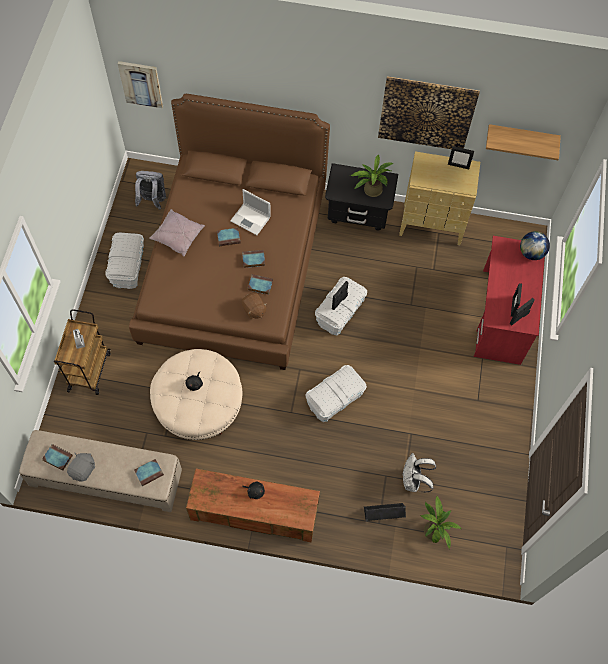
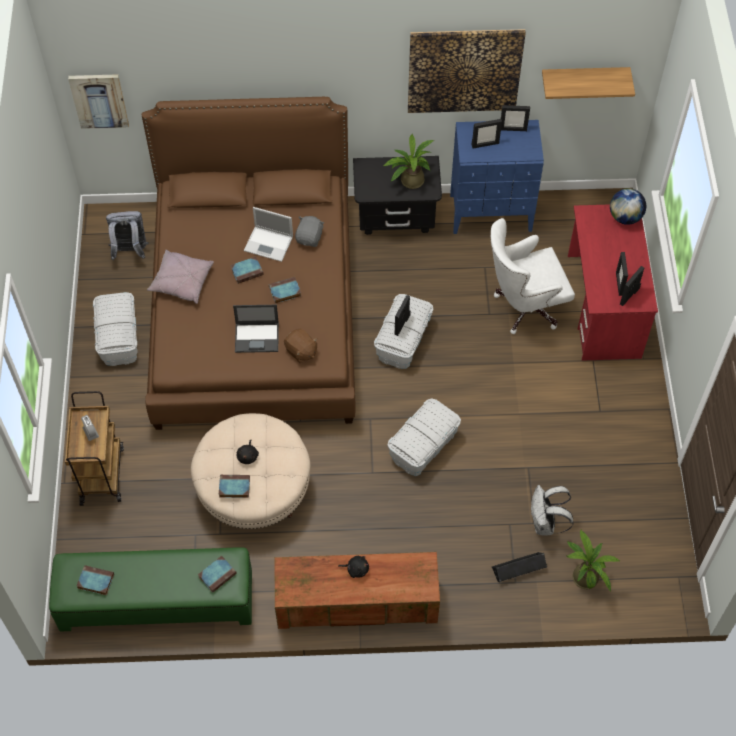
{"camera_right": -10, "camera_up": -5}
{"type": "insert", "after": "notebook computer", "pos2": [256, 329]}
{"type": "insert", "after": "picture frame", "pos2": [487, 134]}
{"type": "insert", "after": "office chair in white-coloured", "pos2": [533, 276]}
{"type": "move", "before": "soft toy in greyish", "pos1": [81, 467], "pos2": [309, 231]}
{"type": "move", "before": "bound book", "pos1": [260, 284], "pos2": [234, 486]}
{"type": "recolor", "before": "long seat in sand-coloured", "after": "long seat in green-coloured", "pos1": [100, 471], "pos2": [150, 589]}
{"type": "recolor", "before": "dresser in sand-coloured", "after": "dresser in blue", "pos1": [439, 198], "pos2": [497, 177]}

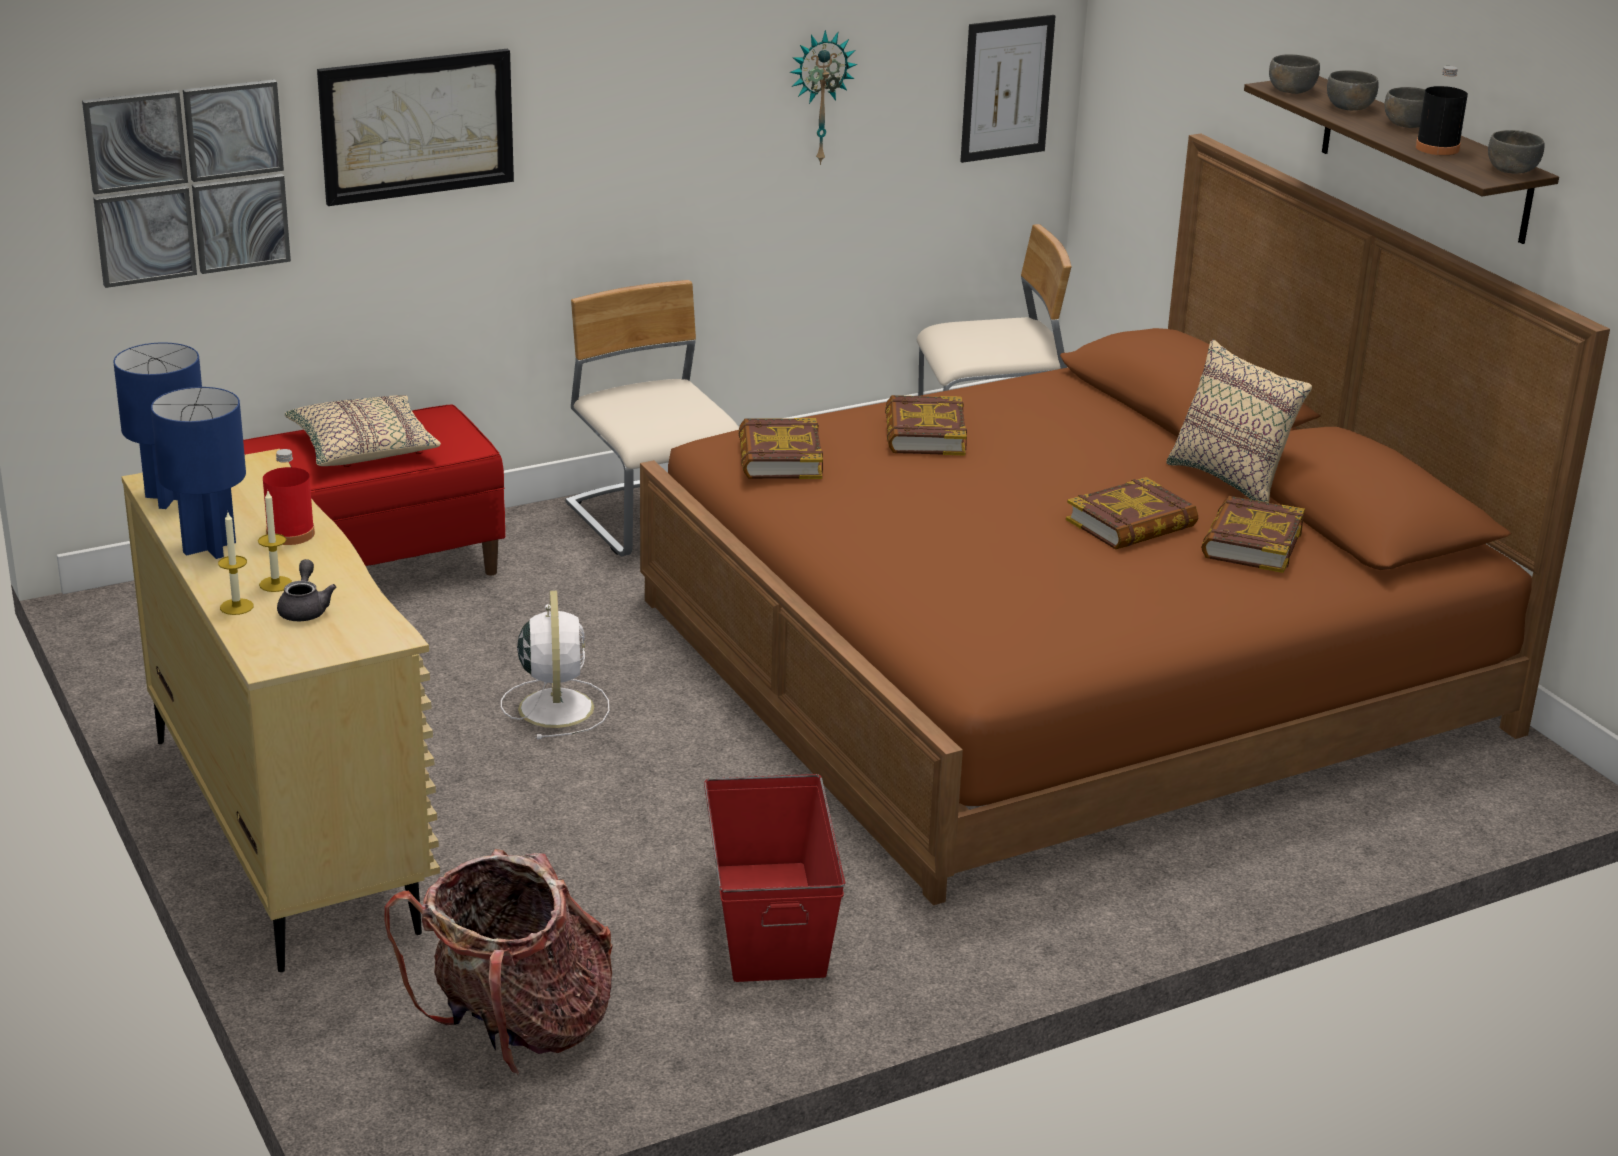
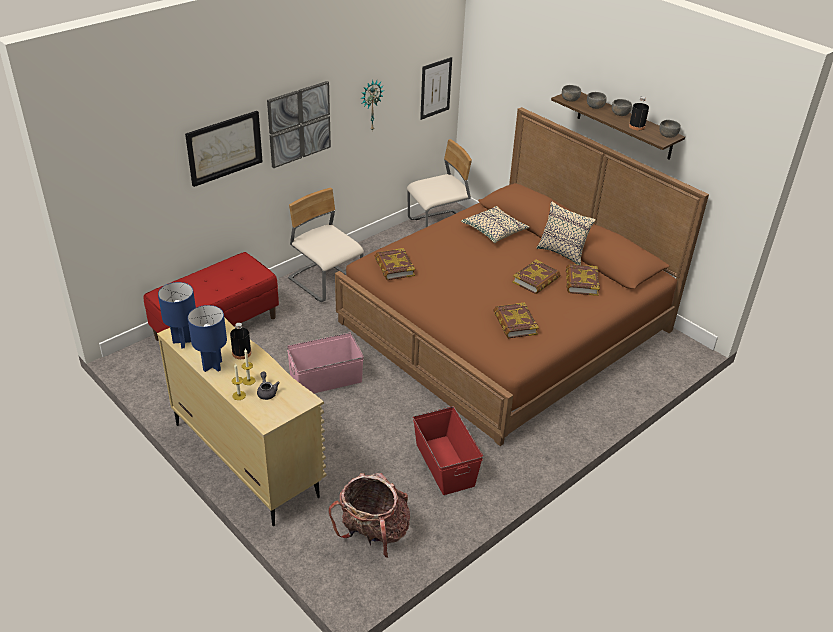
{"camera_right": -15, "camera_up": 10}
{"type": "move", "before": "wall art", "pos1": [186, 183], "pos2": [299, 124]}
{"type": "move", "before": "pillow in sand-coloured", "pos1": [363, 430], "pos2": [495, 224]}
{"type": "move", "before": "bound book", "pos1": [926, 425], "pos2": [516, 320]}
{"type": "replace", "before": "fan in white-coloured", "after": "storage bin in pinkish", "pos1": [555, 665], "pos2": [325, 363]}
{"type": "recolor", "before": "drink bottle in red", "after": "drink bottle in blackish", "pos1": [289, 497], "pos2": [241, 341]}

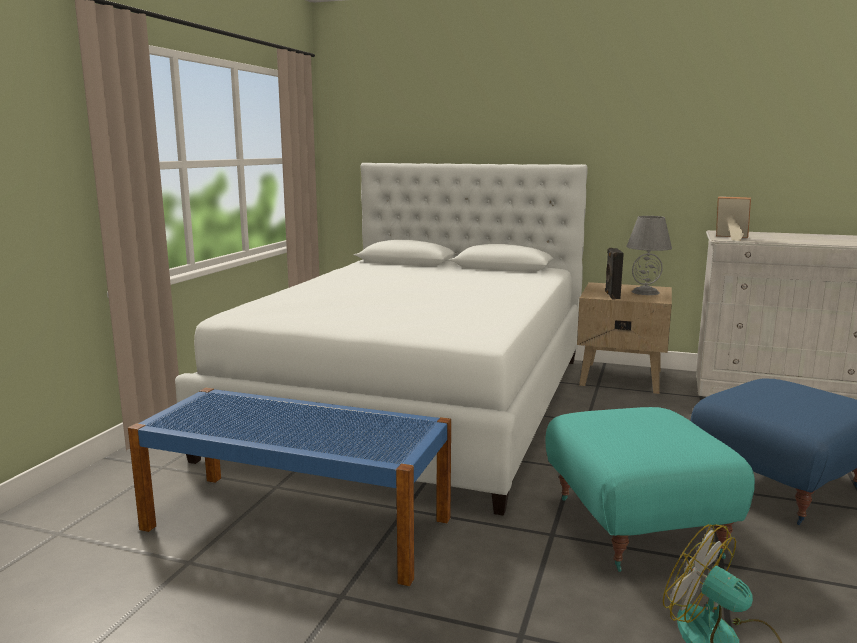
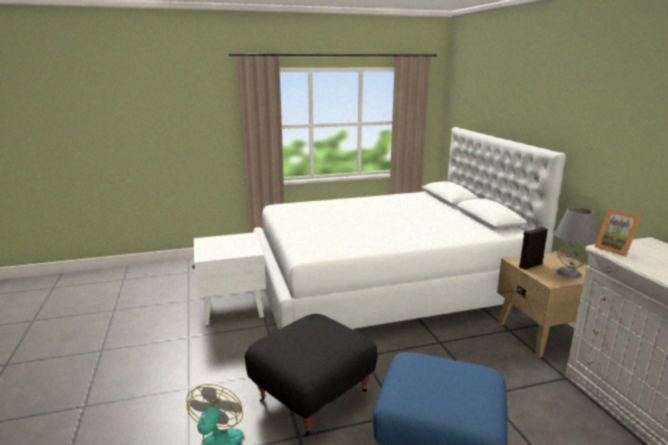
{"camera_right": 55, "camera_up": 5}
{"type": "replace", "before": "long seat in blue", "after": "bedside table in white-coloured", "pos1": [289, 487], "pos2": [229, 279]}
{"type": "recolor", "before": "ottoman in blue-green", "after": "ottoman in blackish", "pos1": [650, 489], "pos2": [311, 375]}
{"type": "rotate", "before": "picture frame", "pos1": [733, 218], "pos2": [618, 232], "turn": 150}

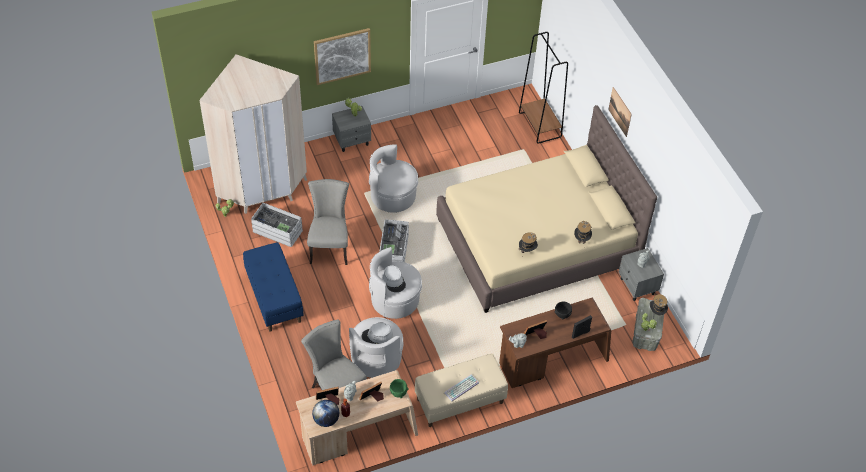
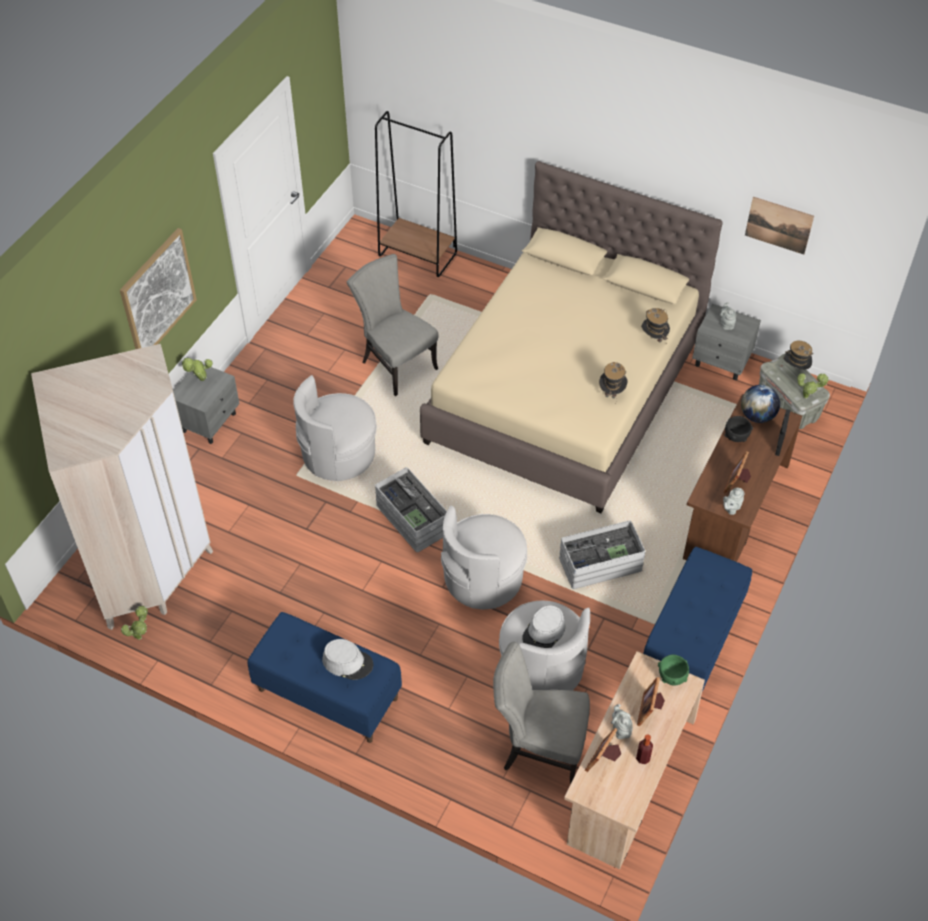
{"camera_right": -40, "camera_up": 0}
{"type": "delete", "before": "keyboard", "pos1": [461, 387]}
{"type": "move", "before": "storage bin in greyish", "pos1": [277, 225], "pos2": [602, 554]}
{"type": "move", "before": "chair in greyish", "pos1": [328, 222], "pos2": [393, 325]}
{"type": "move", "before": "desk globe", "pos1": [325, 413], "pos2": [760, 404]}
{"type": "move", "before": "wearable hat in greyish", "pos1": [394, 278], "pos2": [348, 659]}
{"type": "move", "before": "wall art", "pos1": [620, 112], "pos2": [779, 226]}
{"type": "recolor", "before": "long seat in sand-coloured", "after": "long seat in blue", "pos1": [461, 390], "pos2": [697, 619]}

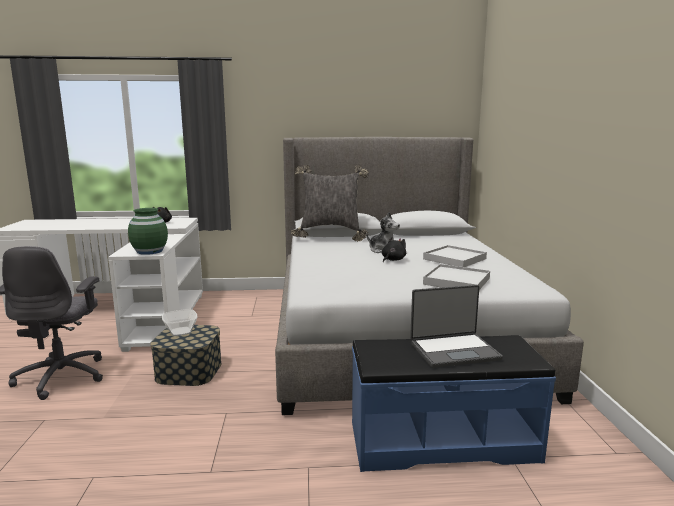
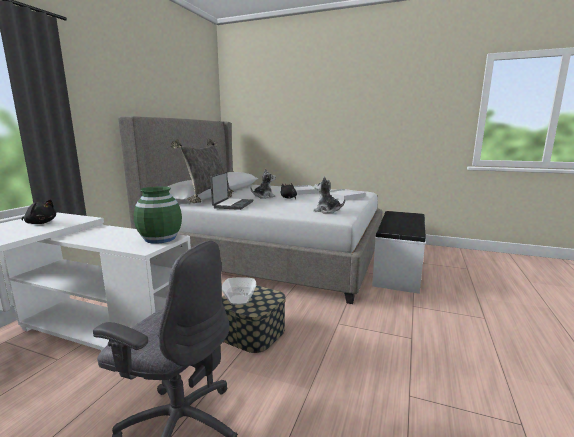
{"camera_right": -65, "camera_up": 0}
{"type": "insert", "after": "soft toy", "pos2": [329, 195]}
{"type": "move", "before": "notebook computer", "pos1": [456, 326], "pos2": [232, 191]}
{"type": "recolor", "before": "long seat in blue", "after": "long seat in white-coloured", "pos1": [454, 403], "pos2": [399, 252]}

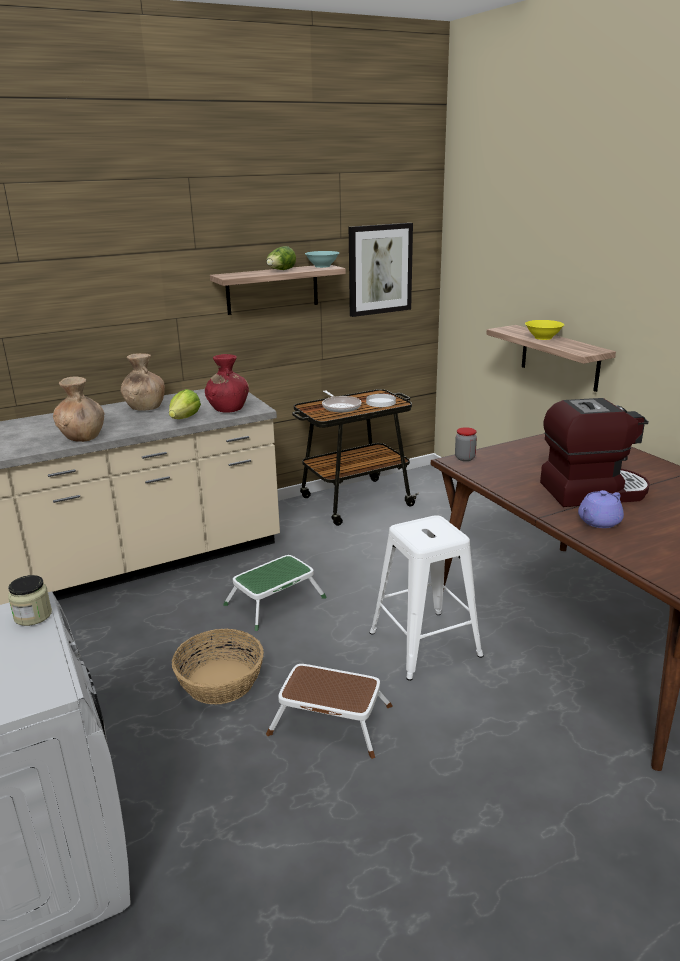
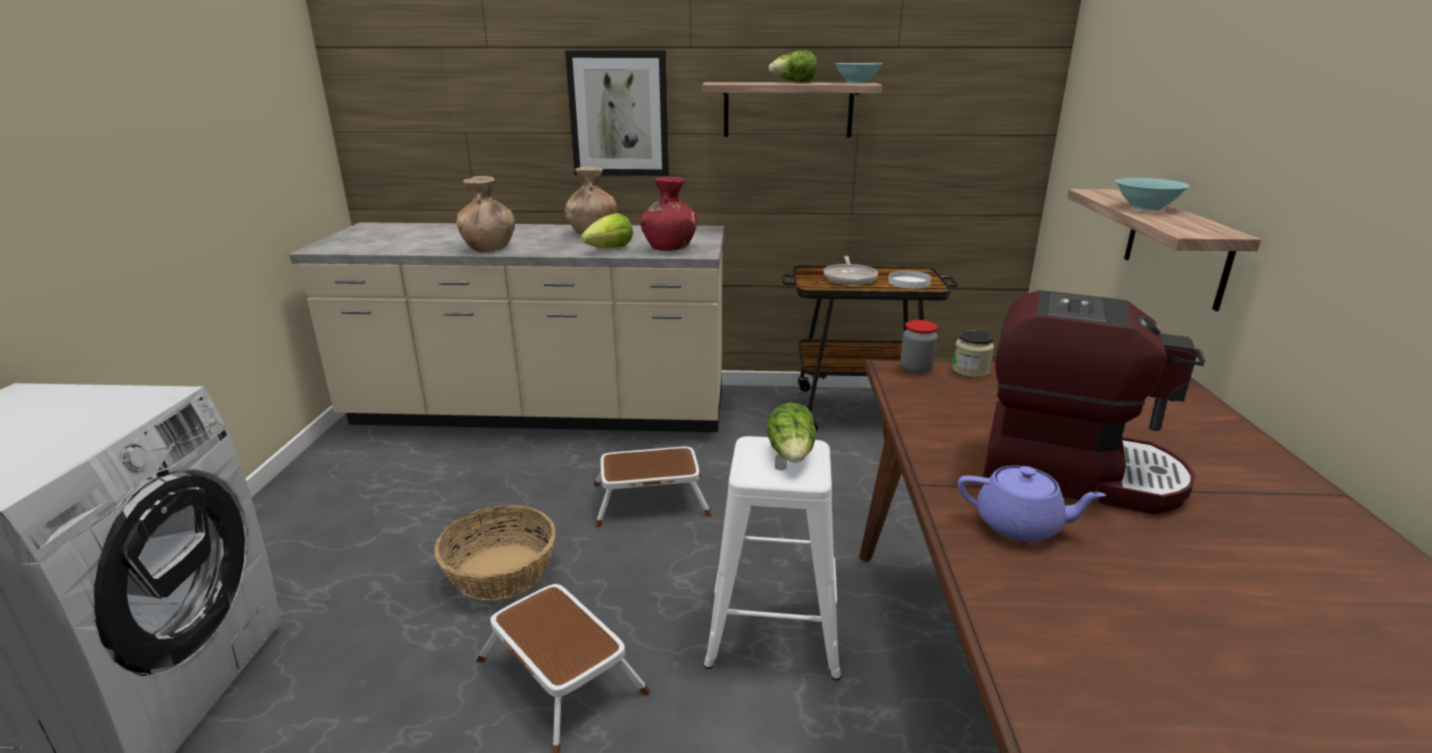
{"camera_right": 30, "camera_up": 0}
{"type": "insert", "after": "lettuce", "pos2": [791, 433]}
{"type": "move", "before": "storage jar", "pos1": [30, 600], "pos2": [973, 354]}
{"type": "move", "before": "wall art", "pos1": [381, 270], "pos2": [617, 113]}
{"type": "recolor", "before": "stepladder in green-coloured", "after": "stepladder in brown-coloured", "pos1": [274, 593], "pos2": [652, 487]}
{"type": "recolor", "before": "deep dish in yellow", "after": "deep dish in blue-green", "pos1": [545, 330], "pos2": [1153, 194]}
{"type": "rotate", "before": "tea pot in purple", "pos1": [601, 509], "pos2": [1032, 503], "turn": -150}

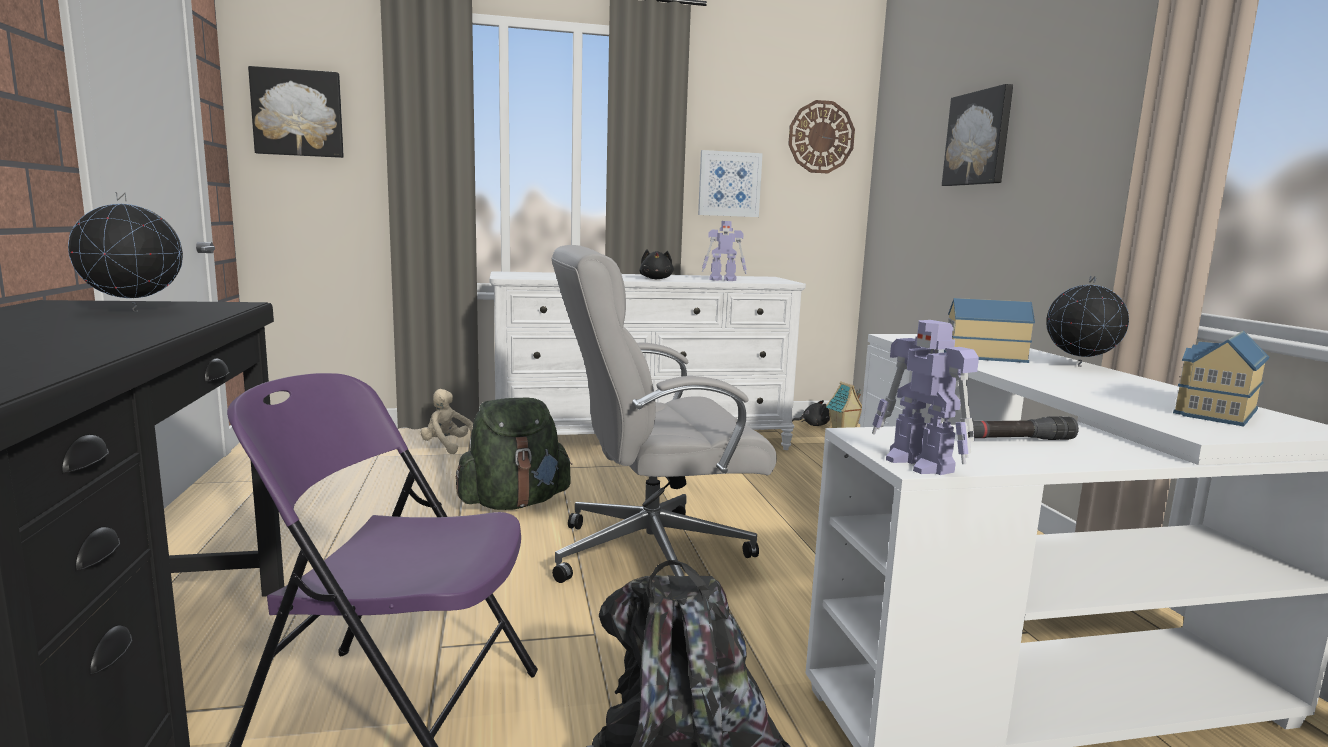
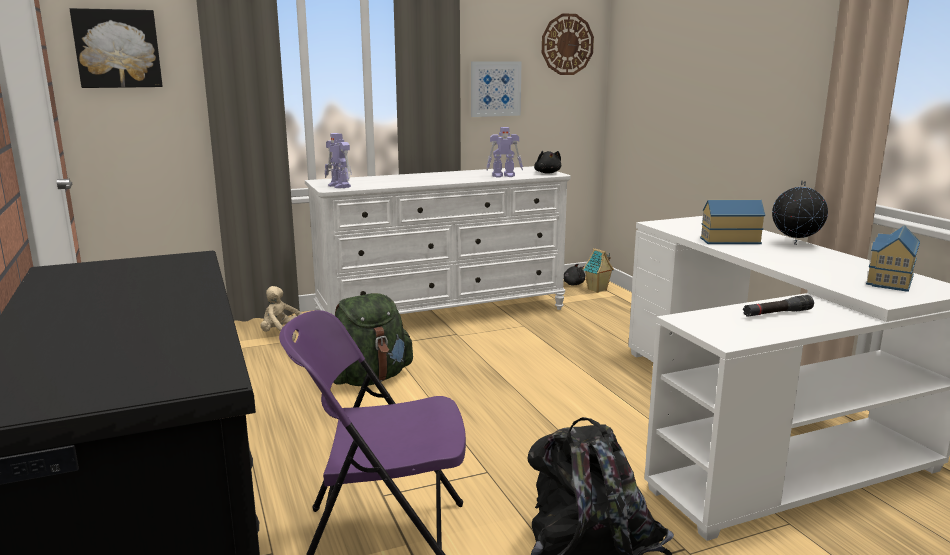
{"camera_right": -10, "camera_up": 5}
{"type": "delete", "before": "desk globe", "pos1": [125, 251]}
{"type": "delete", "before": "office chair in greyish", "pos1": [664, 414]}
{"type": "delete", "before": "wall art", "pos1": [977, 135]}
{"type": "move", "before": "soft toy in blackish", "pos1": [656, 264], "pos2": [547, 162]}
{"type": "move", "before": "robot figure", "pos1": [925, 397], "pos2": [338, 160]}

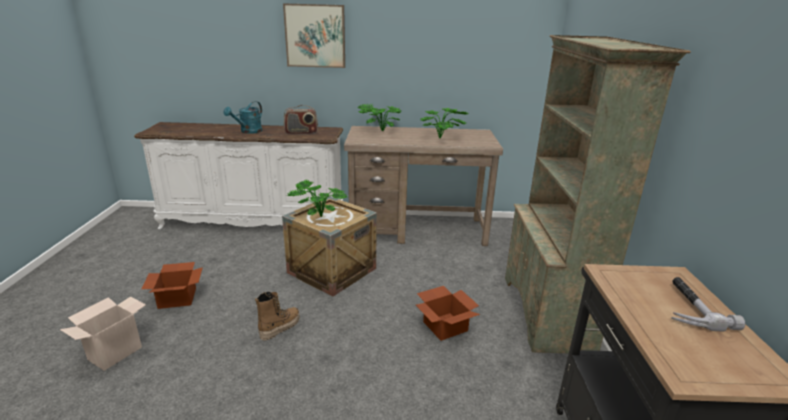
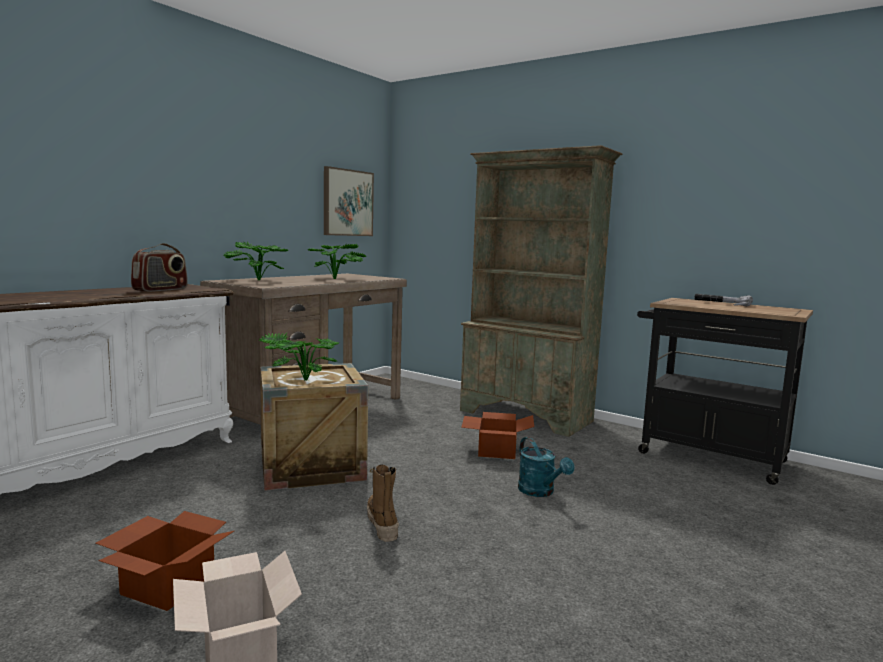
{"camera_right": -55, "camera_up": -15}
{"type": "move", "before": "sprinkling can in blue-green", "pos1": [243, 117], "pos2": [546, 467]}
{"type": "move", "before": "wall art", "pos1": [314, 35], "pos2": [349, 201]}

